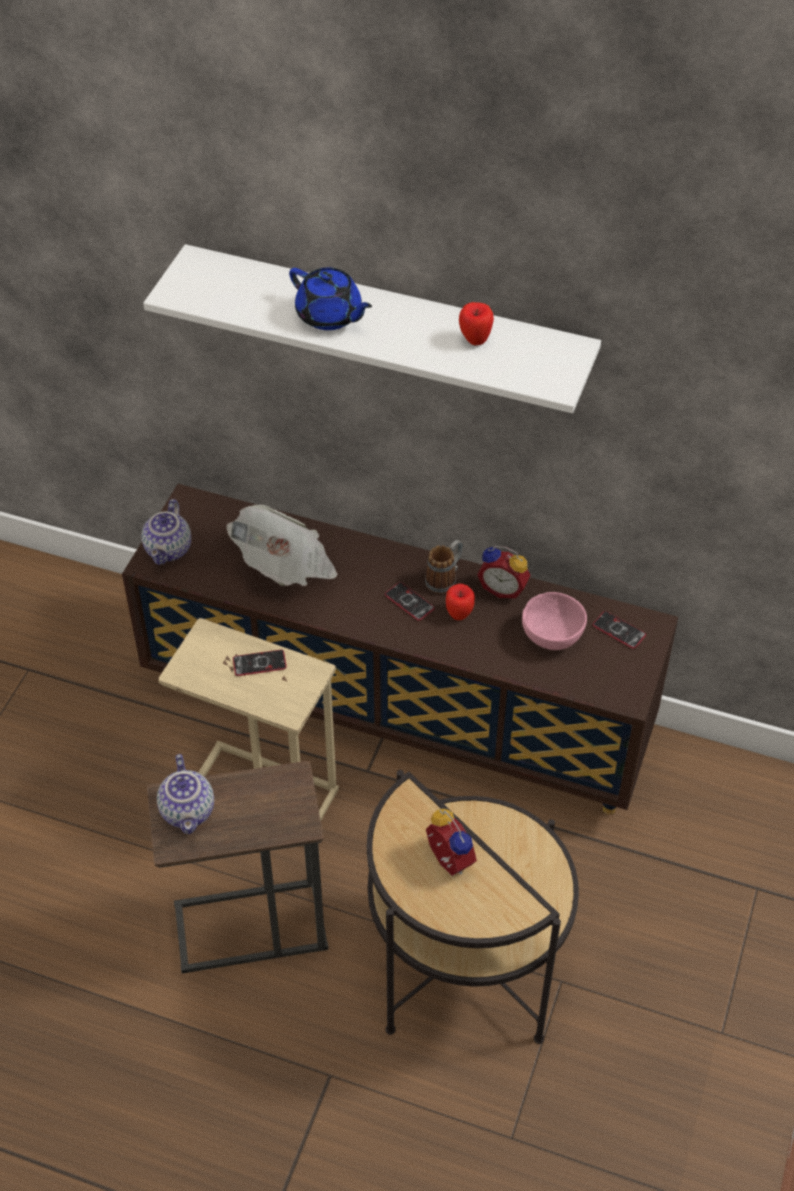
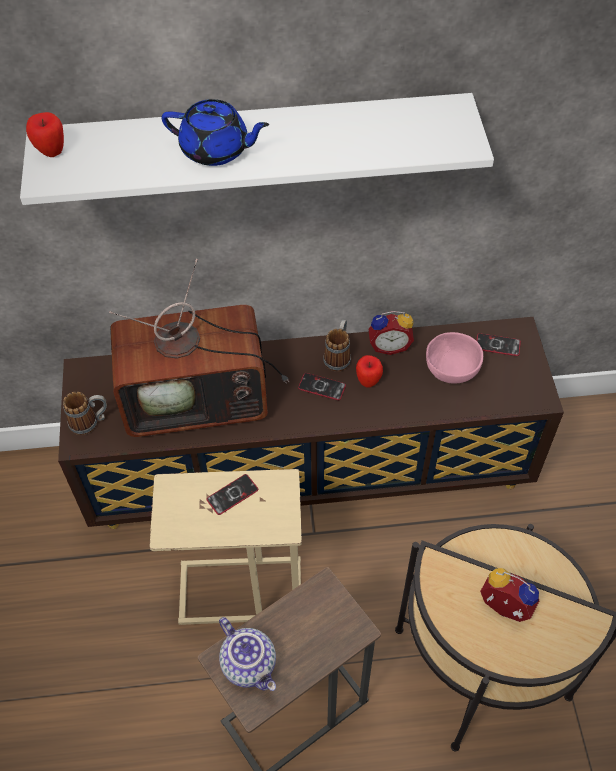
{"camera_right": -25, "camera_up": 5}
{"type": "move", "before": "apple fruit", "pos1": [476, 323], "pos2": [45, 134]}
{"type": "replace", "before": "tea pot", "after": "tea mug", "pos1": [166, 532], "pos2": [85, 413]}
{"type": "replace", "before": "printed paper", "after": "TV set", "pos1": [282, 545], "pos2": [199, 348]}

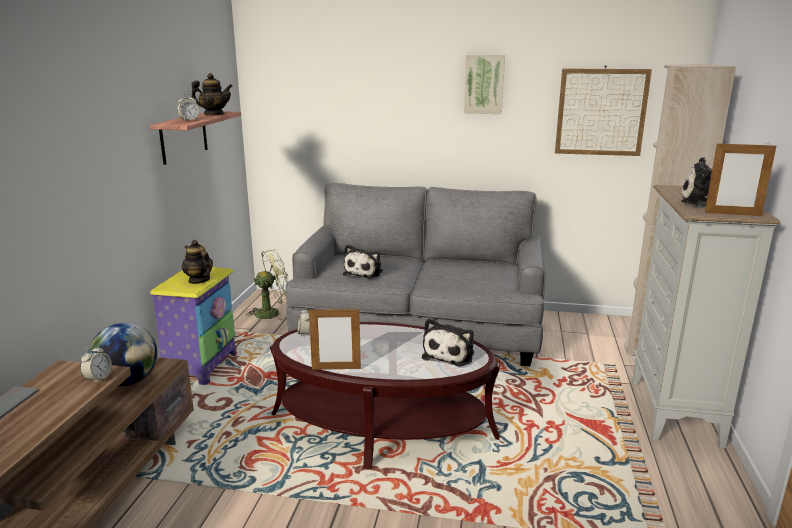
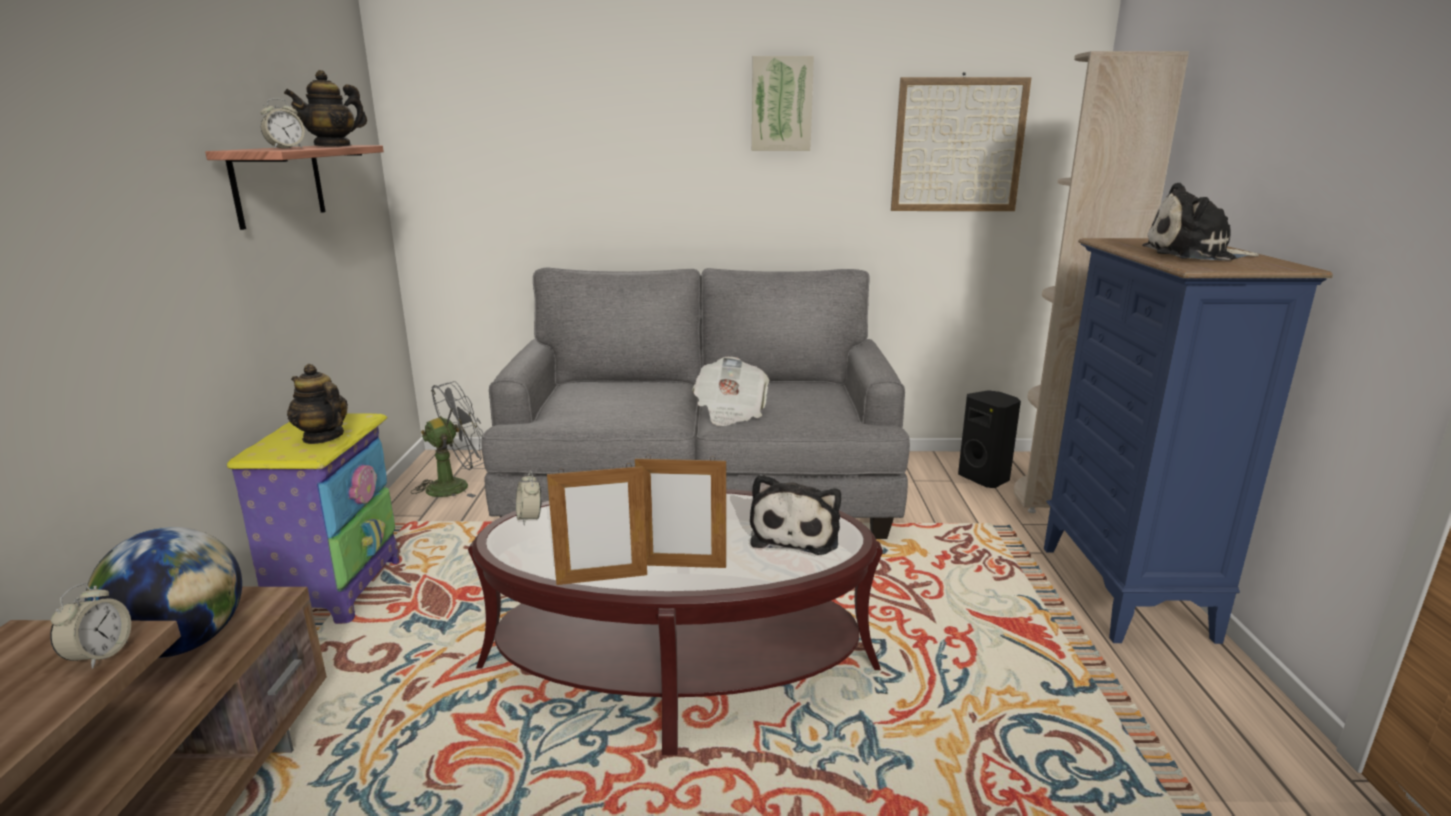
{"camera_right": -10, "camera_up": 0}
{"type": "delete", "before": "soft toy", "pos1": [363, 262]}
{"type": "insert", "after": "printed paper", "pos2": [730, 391]}
{"type": "insert", "after": "speaker in blackish", "pos2": [989, 439]}
{"type": "move", "before": "picture frame", "pos1": [740, 178], "pos2": [680, 511]}
{"type": "recolor", "before": "fan in green-coloured", "after": "fan in greyish", "pos1": [267, 285], "pos2": [447, 439]}
{"type": "recolor", "before": "dresser in white-coloured", "after": "dresser in blue", "pos1": [706, 316], "pos2": [1188, 441]}
{"type": "rotate", "before": "tea pot", "pos1": [212, 94], "pos2": [325, 108], "turn": 135}

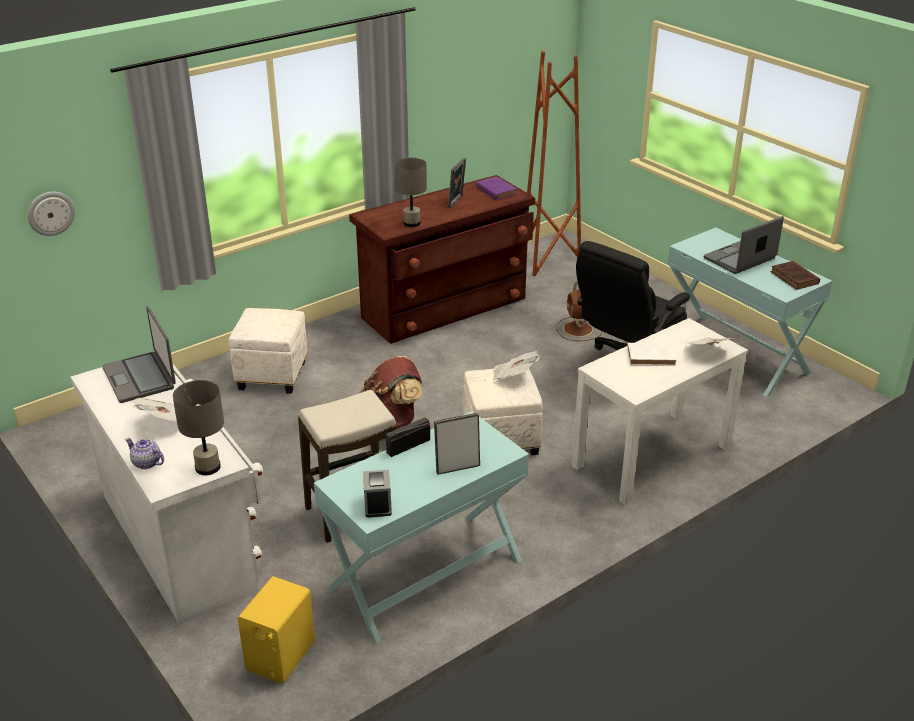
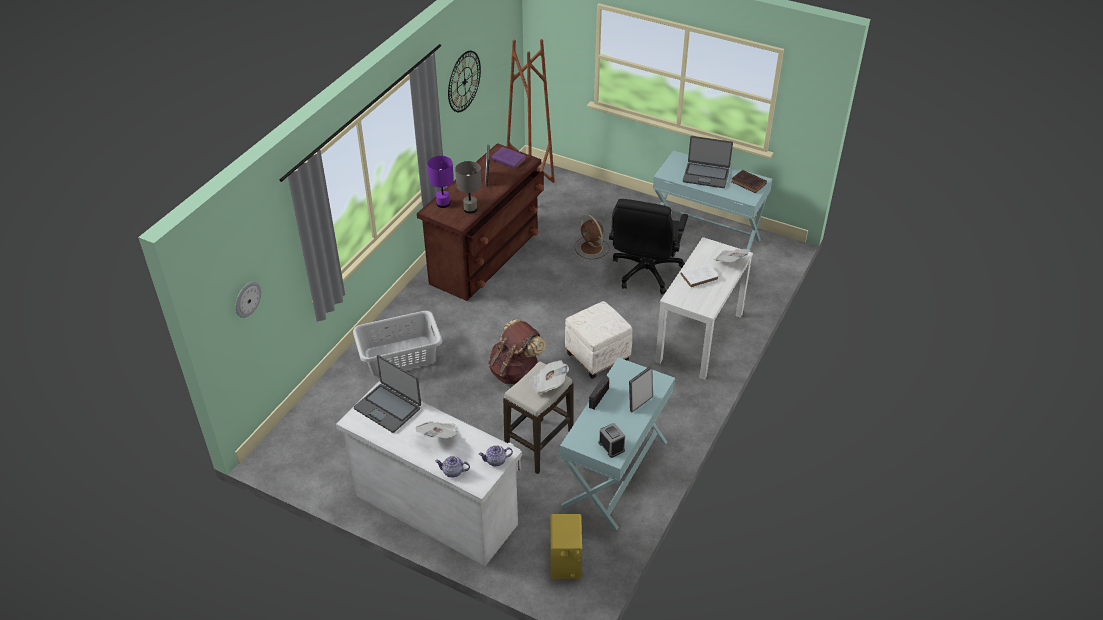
{"camera_right": -25, "camera_up": 10}
{"type": "insert", "after": "tabletop lamp in purple", "pos2": [441, 182]}
{"type": "insert", "after": "hanging clock", "pos2": [464, 81]}
{"type": "move", "before": "printed paper", "pos1": [516, 365], "pos2": [548, 377]}
{"type": "replace", "before": "tabletop lamp in greyish", "after": "tea pot", "pos1": [198, 427], "pos2": [496, 455]}
{"type": "replace", "before": "ottoman in white-coloured", "after": "hamper in greyish", "pos1": [268, 351], "pos2": [397, 343]}
{"type": "rotate", "before": "notebook computer", "pos1": [744, 245], "pos2": [708, 162], "turn": -105}

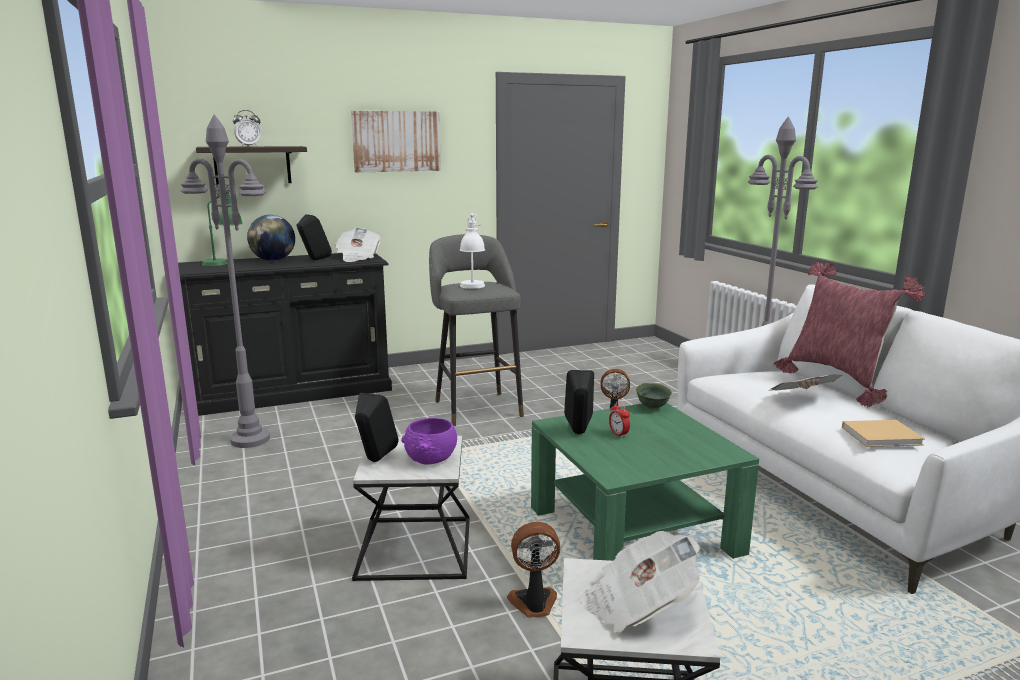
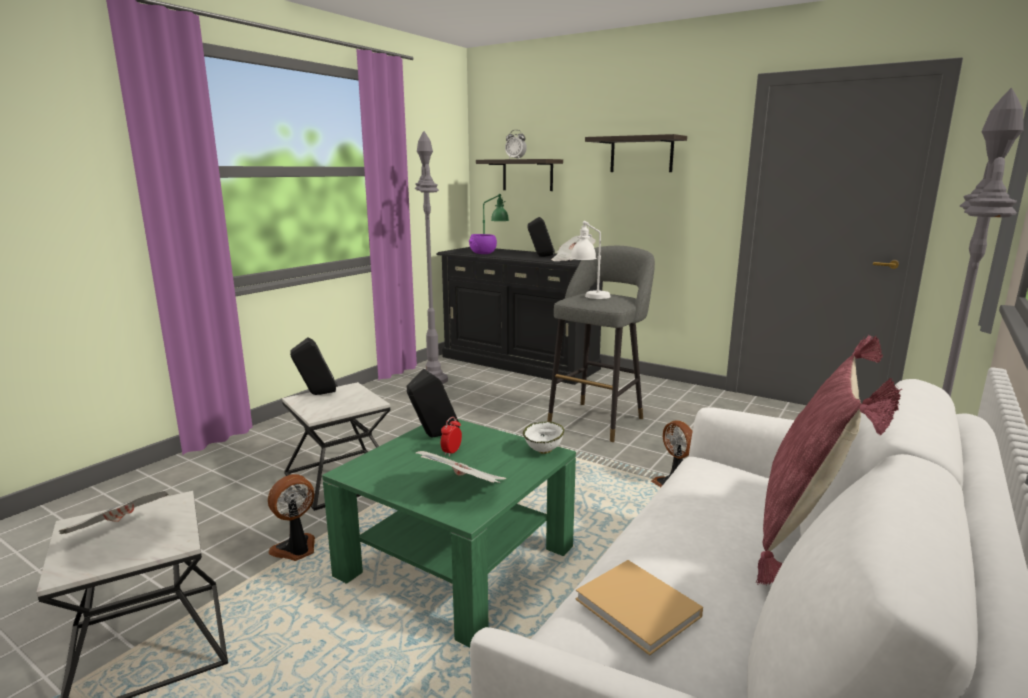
{"camera_right": 55, "camera_up": 0}
{"type": "delete", "before": "desk globe", "pos1": [271, 238]}
{"type": "move", "before": "deep dish in purple", "pos1": [429, 441], "pos2": [483, 244]}
{"type": "move", "before": "printed paper", "pos1": [806, 382], "pos2": [461, 467]}
{"type": "replace", "before": "wall art", "after": "wall shelf", "pos1": [396, 142], "pos2": [636, 153]}
{"type": "recolor", "before": "deep dish in green-coloured", "after": "deep dish in white-coloured", "pos1": [654, 396], "pos2": [543, 437]}
{"type": "rotate", "before": "fan", "pos1": [533, 570], "pos2": [291, 517], "turn": -90}

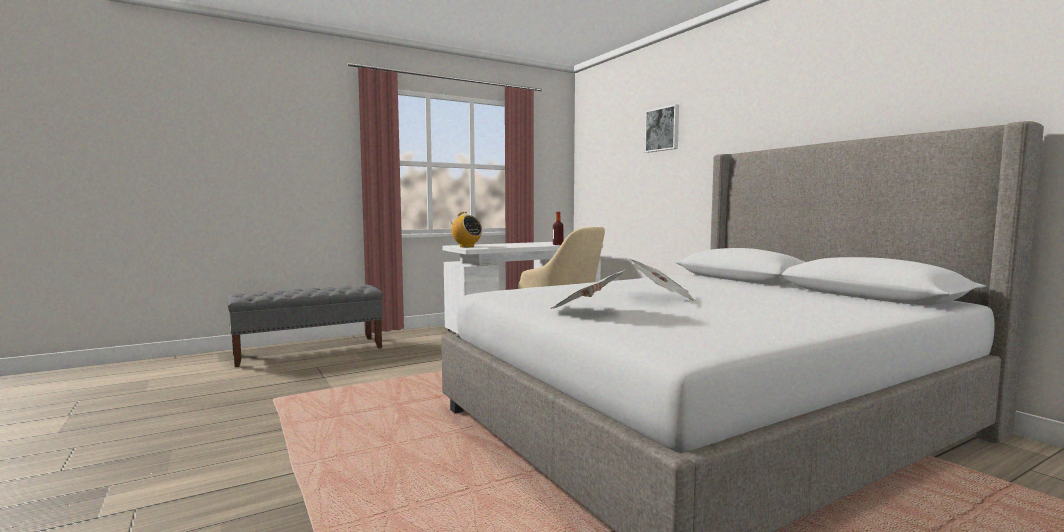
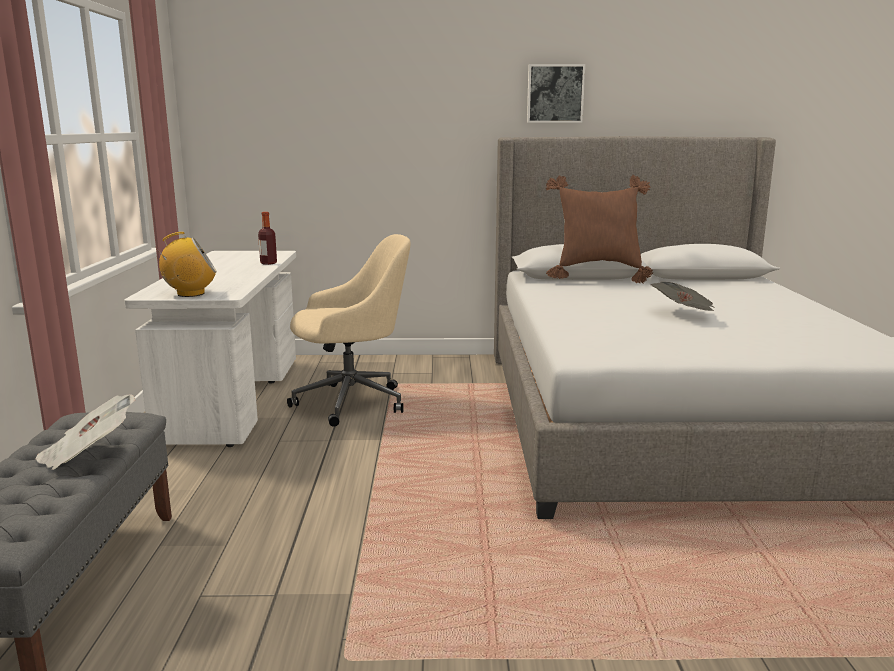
{"camera_right": -60, "camera_up": 10}
{"type": "insert", "after": "pillow in brown-coloured", "pos2": [599, 229]}
{"type": "move", "before": "printed paper", "pos1": [587, 289], "pos2": [85, 432]}
{"type": "move", "before": "wall art", "pos1": [662, 128], "pos2": [556, 93]}

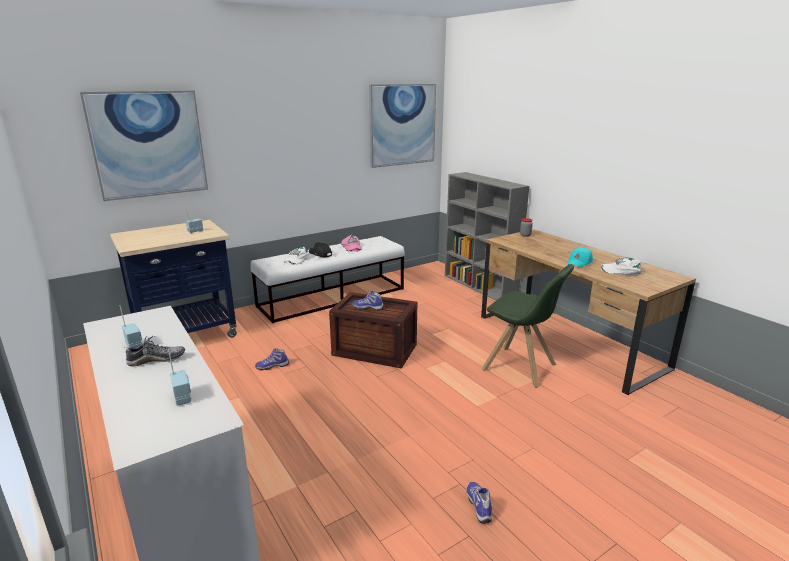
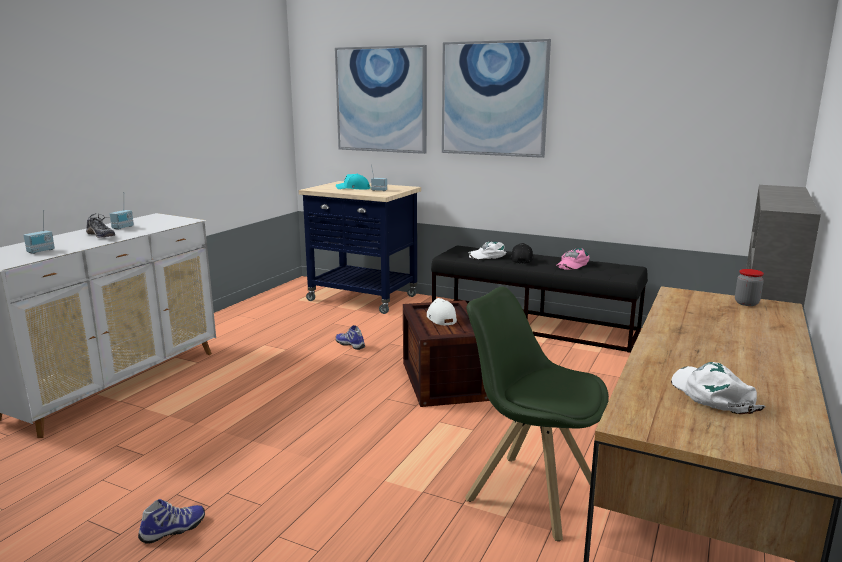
{"camera_right": 60, "camera_up": -5}
{"type": "move", "before": "wall art", "pos1": [402, 126], "pos2": [496, 98]}
{"type": "move", "before": "cap in blue-green", "pos1": [580, 257], "pos2": [353, 182]}
{"type": "replace", "before": "shoe", "after": "cap in white-coloured", "pos1": [368, 301], "pos2": [442, 311]}
{"type": "recolor", "before": "long seat in white-coloured", "after": "long seat in blackish", "pos1": [328, 279], "pos2": [539, 299]}
{"type": "rotate", "before": "chair in green-coloured", "pos1": [528, 326], "pos2": [537, 413], "turn": 120}

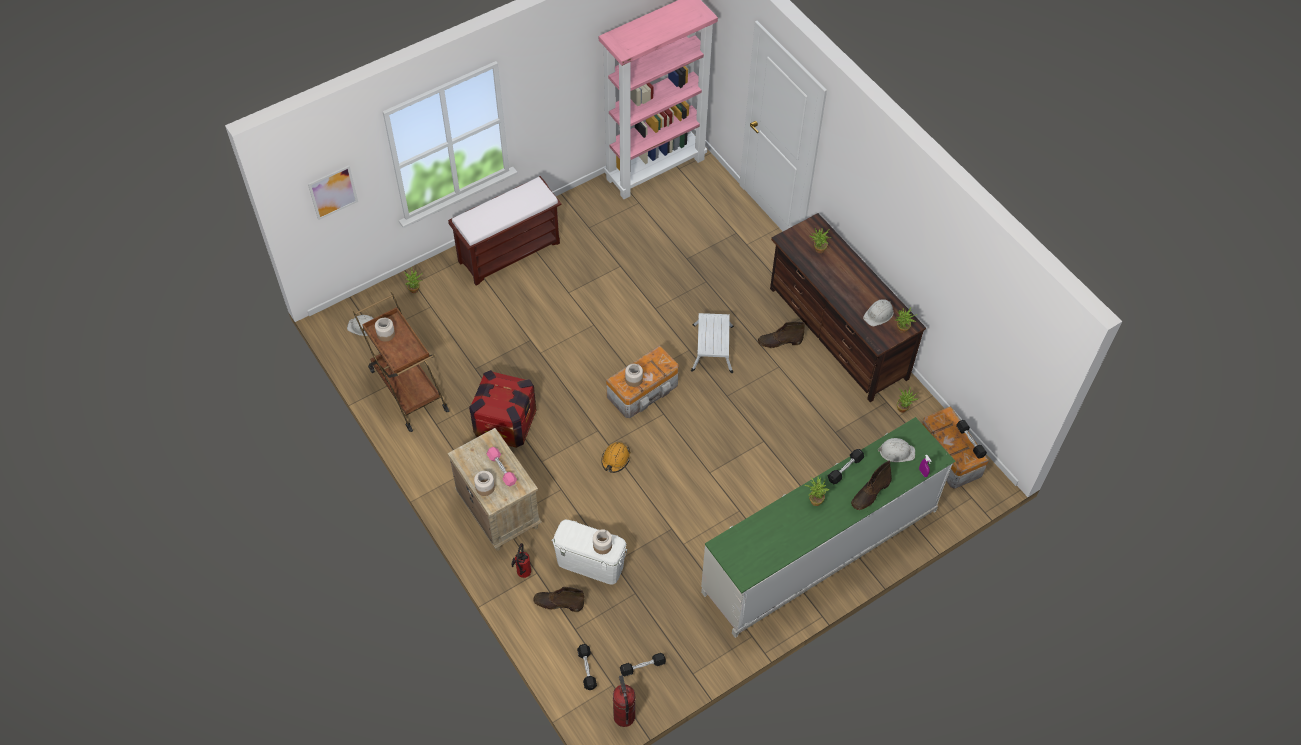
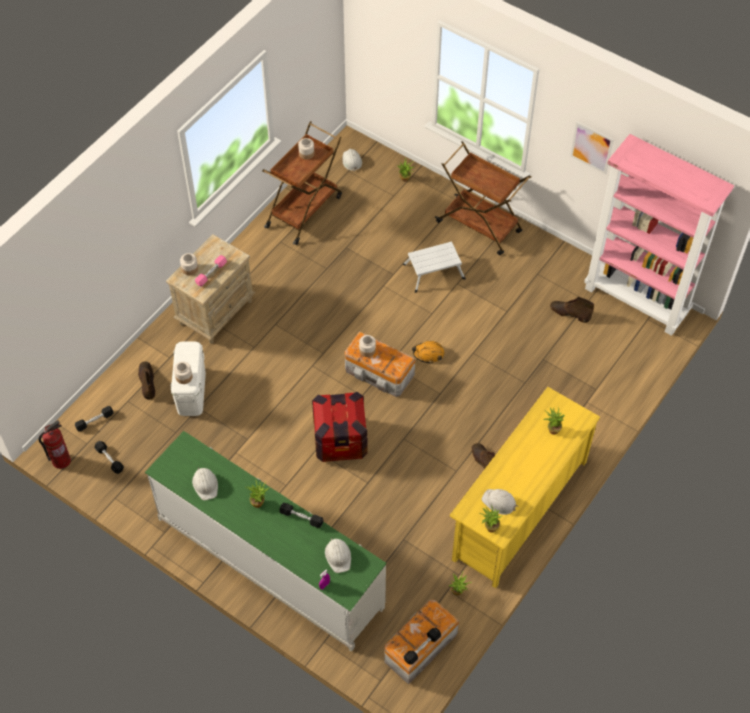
{"camera_right": 70, "camera_up": 0}
{"type": "delete", "before": "extinguisher", "pos1": [521, 560]}
{"type": "insert", "after": "hard hat in white-coloured", "pos2": [205, 483]}
{"type": "move", "before": "wall art", "pos1": [333, 192], "pos2": [592, 148]}
{"type": "move", "before": "crate", "pos1": [503, 409], "pos2": [340, 427]}
{"type": "move", "before": "hard hat in orange", "pos1": [616, 457], "pos2": [428, 352]}
{"type": "move", "before": "stepladder in white-coloured", "pos1": [712, 343], "pos2": [434, 267]}
{"type": "move", "before": "high-top boot in brown-coloured", "pos1": [871, 485], "pos2": [572, 310]}
{"type": "replace", "before": "long seat in brown-coloured", "after": "trolley in brown-coloured", "pos1": [505, 231], "pos2": [483, 198]}
{"type": "recolor", "before": "dresser in brown-coloured", "after": "dresser in yellow", "pos1": [848, 307], "pos2": [525, 487]}

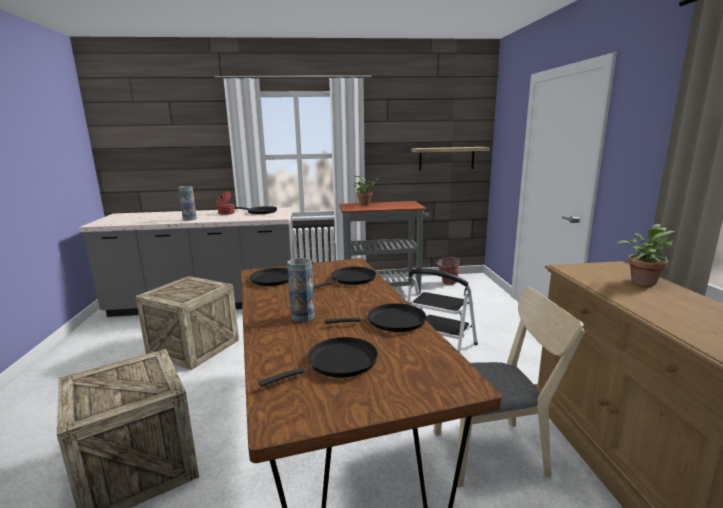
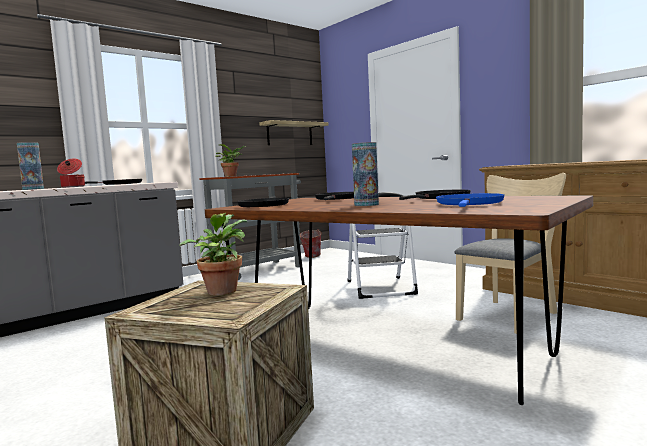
{"camera_right": -35, "camera_up": -10}
{"type": "delete", "before": "crate", "pos1": [187, 323]}
{"type": "move", "before": "plant in a pot", "pos1": [646, 255], "pos2": [213, 254]}
{"type": "recolor", "before": "skillet in blackish", "after": "skillet in blue", "pos1": [318, 362], "pos2": [470, 200]}

